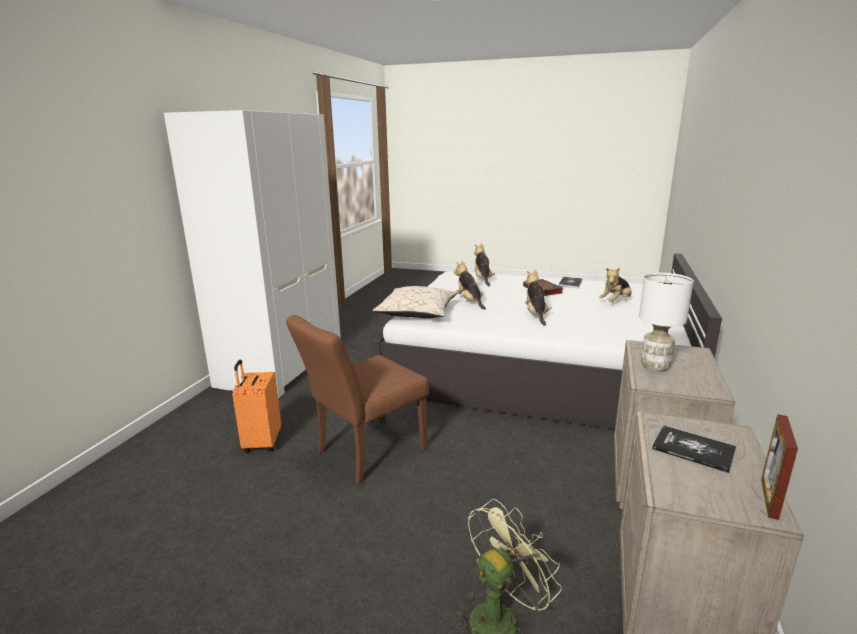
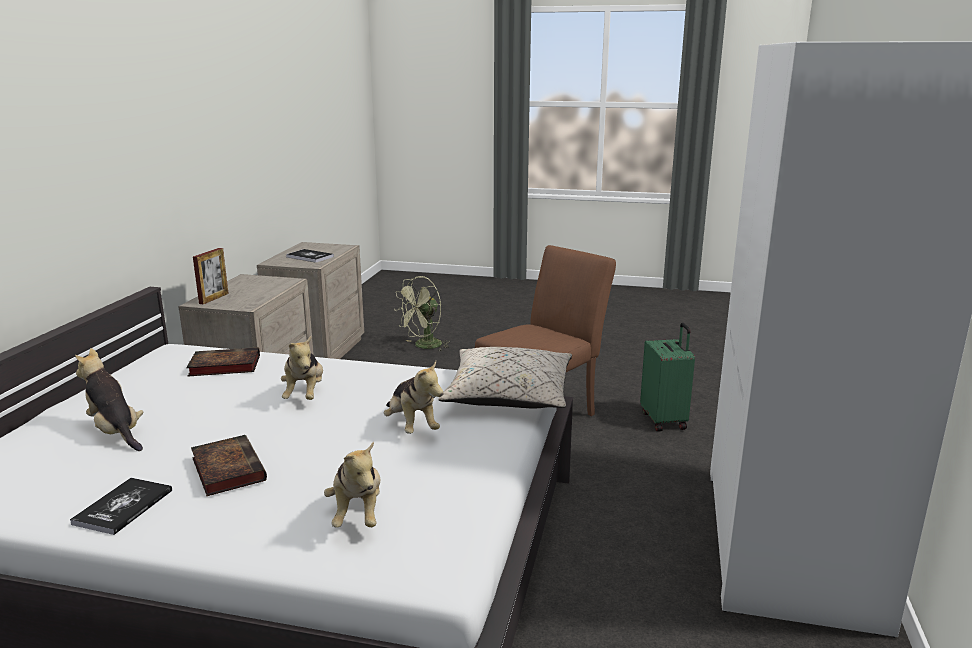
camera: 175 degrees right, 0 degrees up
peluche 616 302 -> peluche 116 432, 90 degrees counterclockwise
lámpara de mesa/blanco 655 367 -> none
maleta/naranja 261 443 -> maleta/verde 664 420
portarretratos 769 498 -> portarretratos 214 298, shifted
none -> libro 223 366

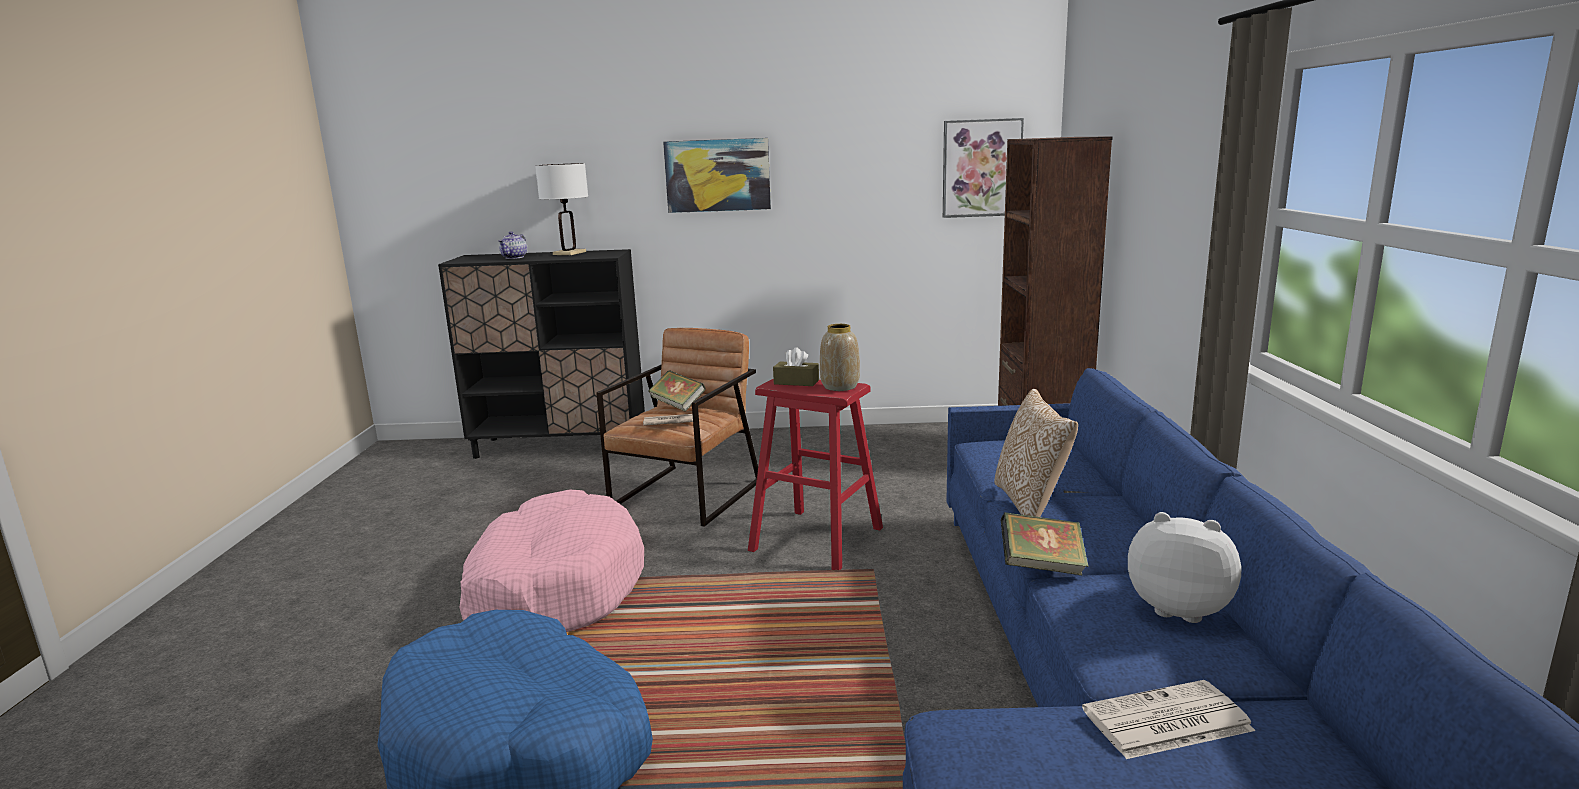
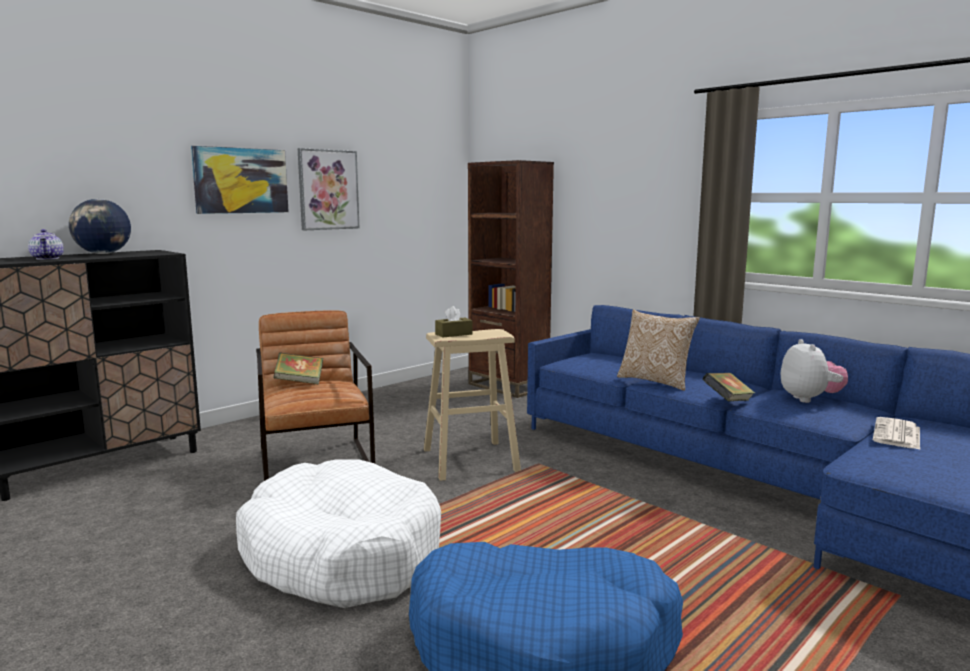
camera: 45 degrees left, 5 degrees down
cuadro 981 168 -> cuadro 328 190, shifted
lámpara de mesa/blanco 569 253 -> globo terráqueo 103 254
florero 839 387 -> none
taburete/rojo 817 539 -> taburete/beis 470 460
periódico 668 422 -> none
cama para perro/rosa 554 589 -> cama para perro/blanco 341 554
peluche 1179 608 -> peluche 810 399, 105 degrees clockwise

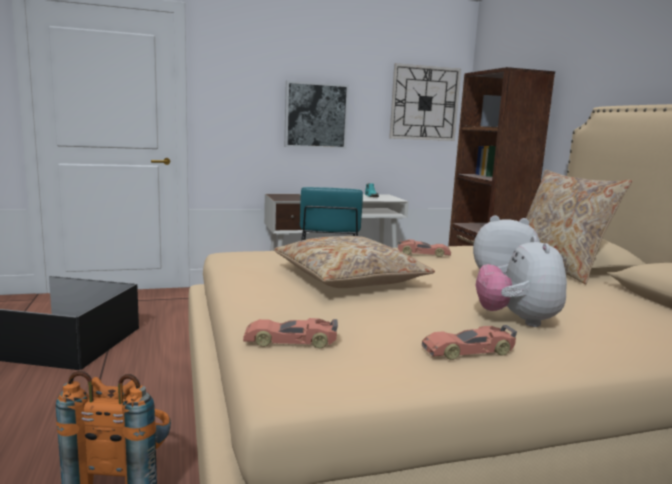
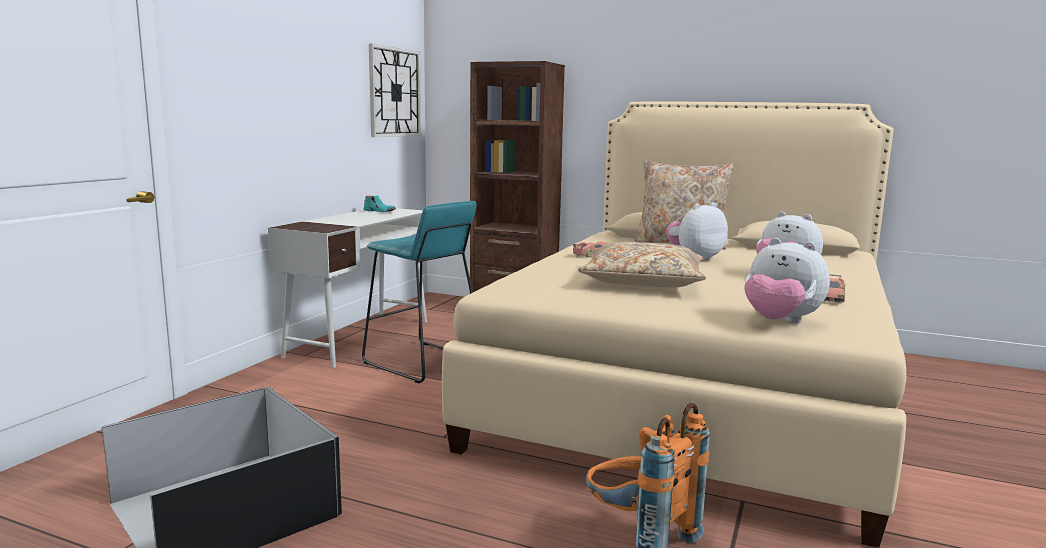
camera: 50 degrees left, 0 degrees up
cuadro 316 115 -> none
coche de juguete 291 341 -> peluche 780 322

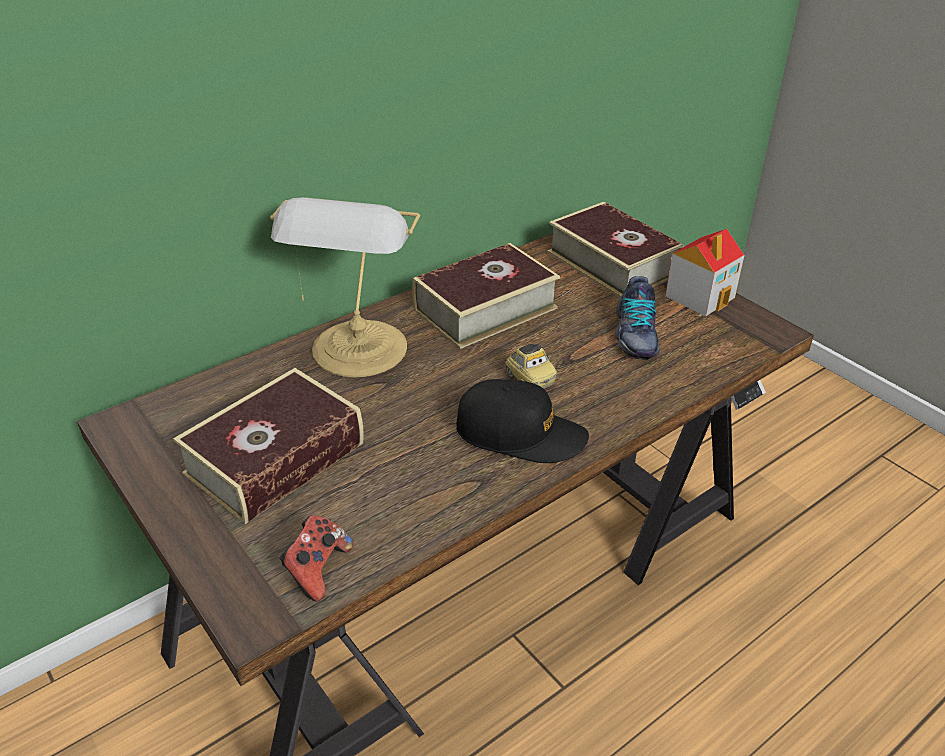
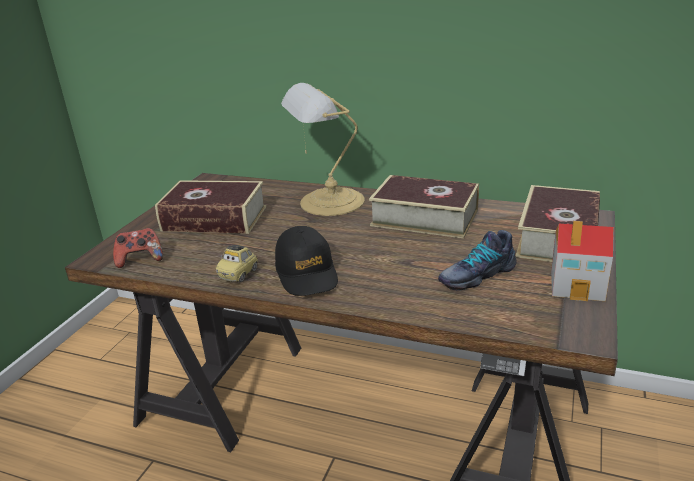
camera: 60 degrees right, 10 degrees down
coche de juguete 529 380 -> coche de juguete 239 274, shifted

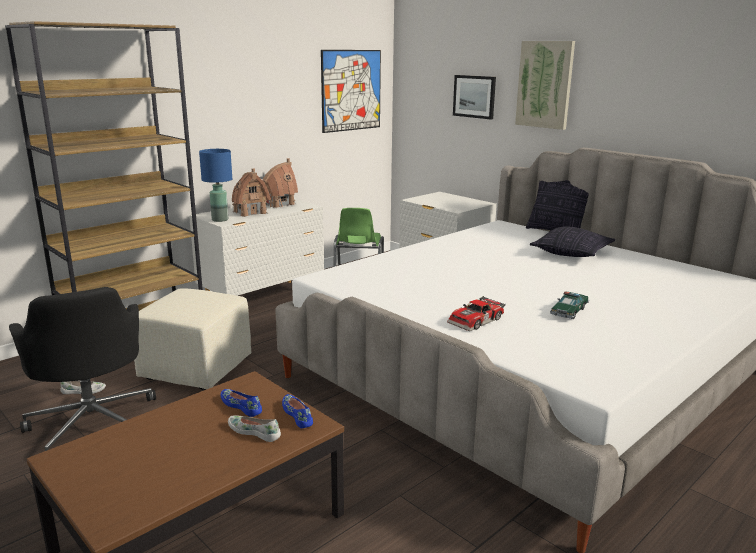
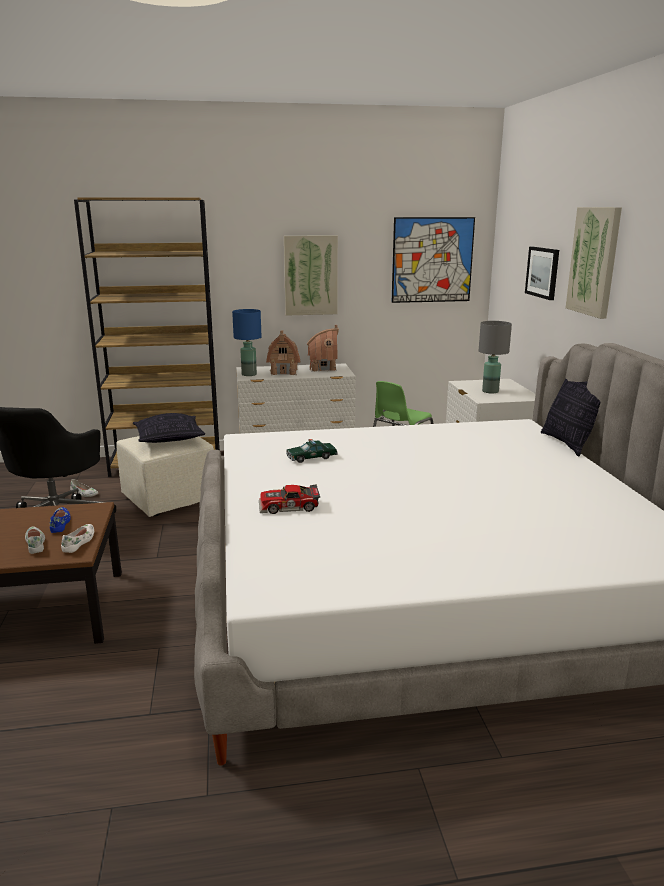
camera: 35 degrees right, 0 degrees up
cojín 571 253 -> cojín 169 439, shifted
coche de juguete 569 311 -> coche de juguete 311 457, shifted
zapato/azul 298 415 -> zapato/blanco 79 542
none -> cuadro 310 275
none -> lámpara de mesa/gris 490 391

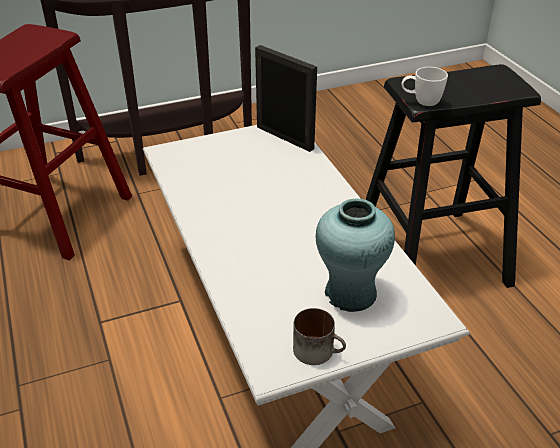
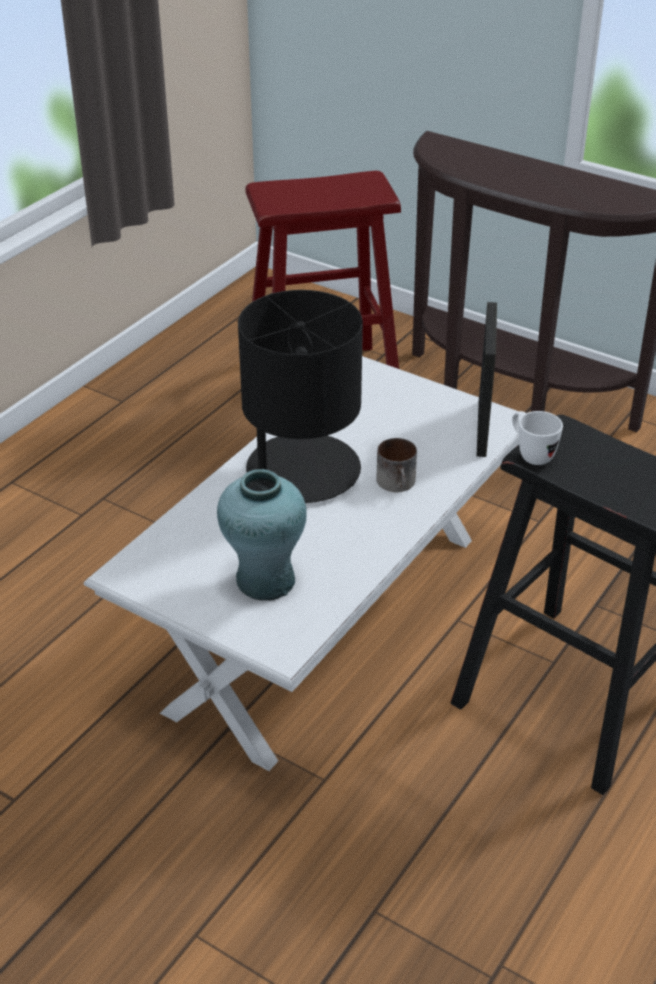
camera: 55 degrees right, 0 degrees up
taza grande 319 350 -> taza grande 398 483, shifted
none -> lámpara de mesa/negro 301 471

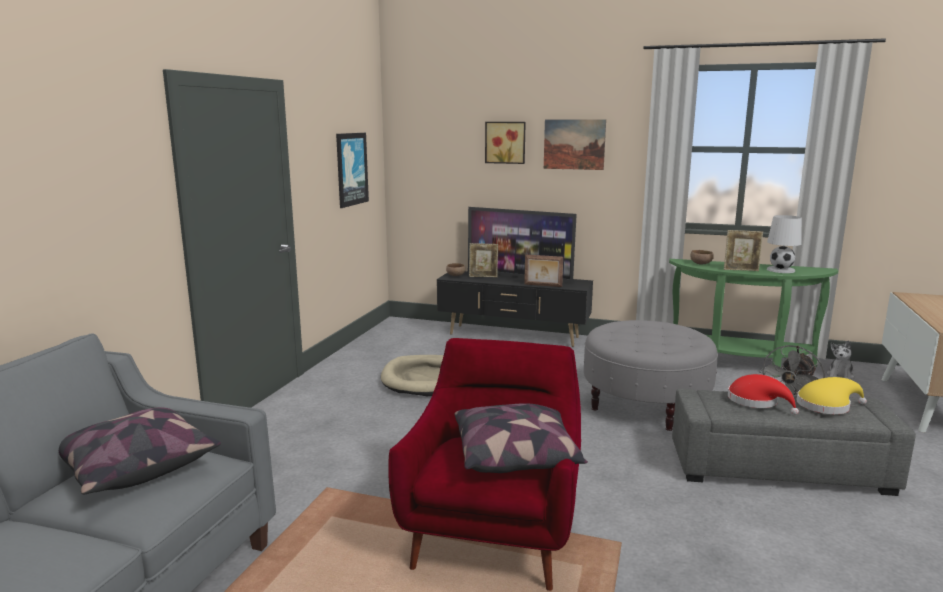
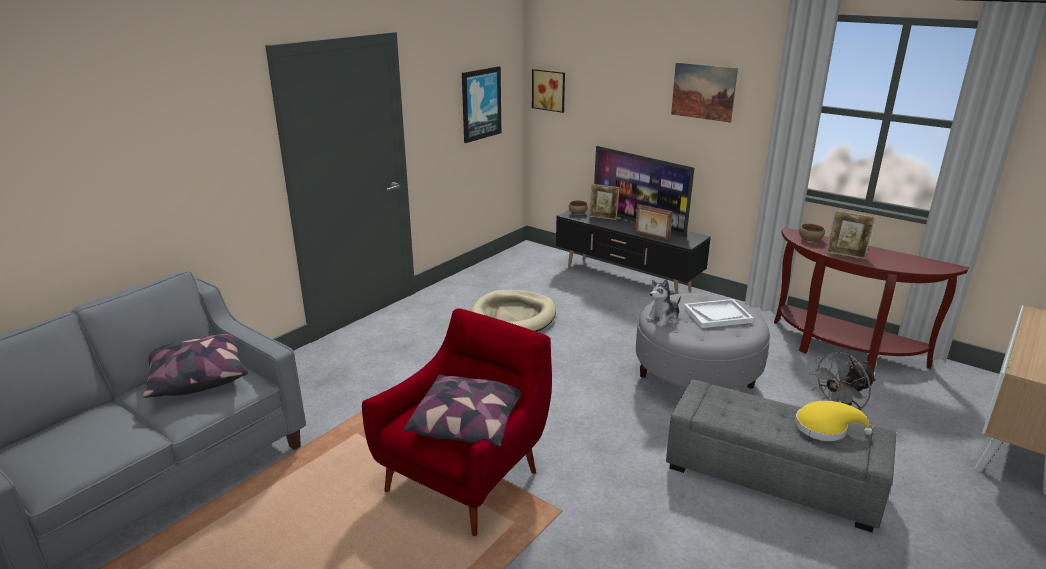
camera: 20 degrees right, 10 degrees up
cuadro 505 142 -> cuadro 549 90, shifted
lámpara de mesa/blanco 780 270 -> none
mesa consola/verde 741 364 -> mesa consola/marrón 842 351
peluche 840 376 -> peluche 663 319, shifted
sombrero/rojo 756 401 -> none
none -> bandeja/blanco 717 315

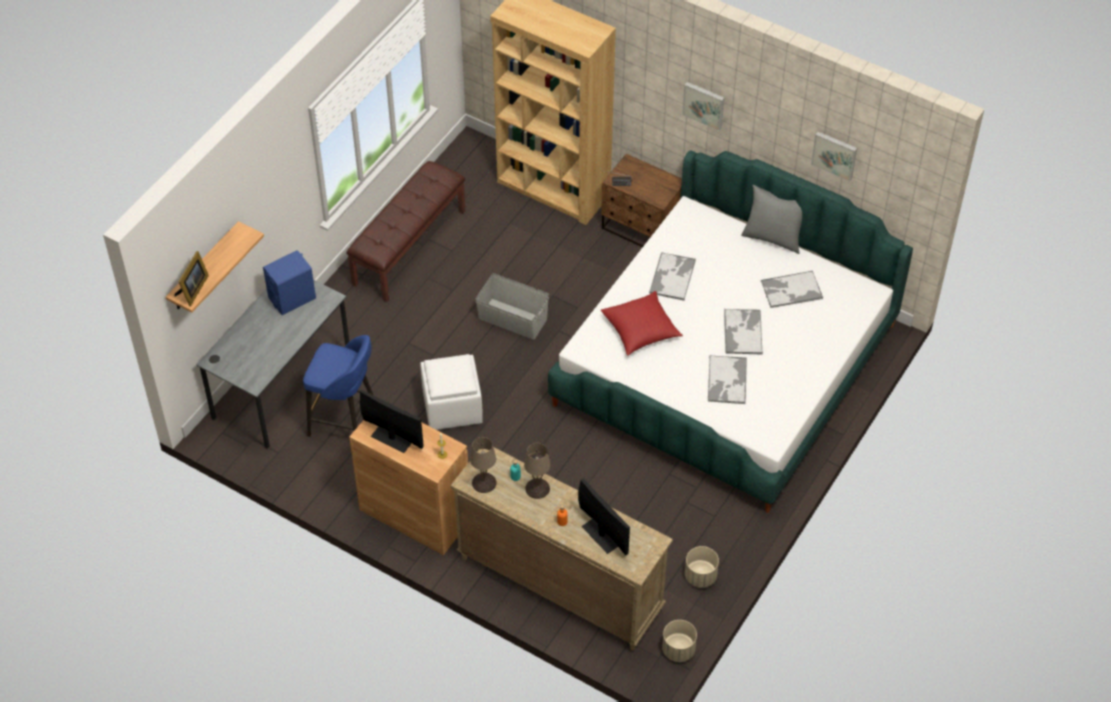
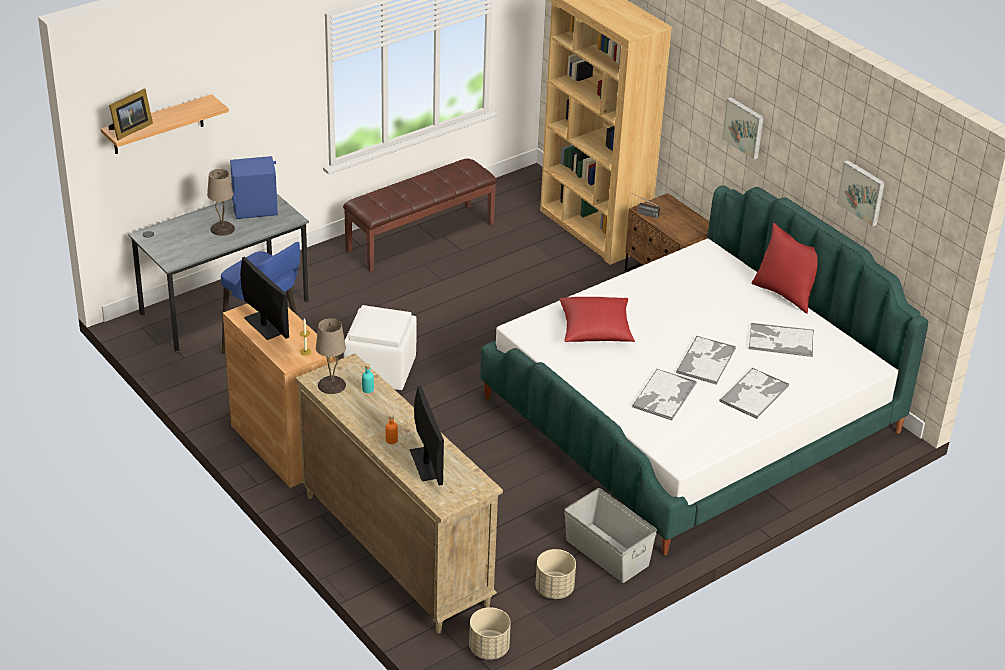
camera: 20 degrees right, 15 degrees down
cojín/gris 773 238 -> cojín/rojo 785 294
bandeja 672 276 -> bandeja 754 393, shifted
caja de almacenaje/gris 512 318 -> caja de almacenaje/gris 607 552, shifted
lámpara de mesa/beis 537 489 -> lámpara de mesa/beis 222 229, shifted

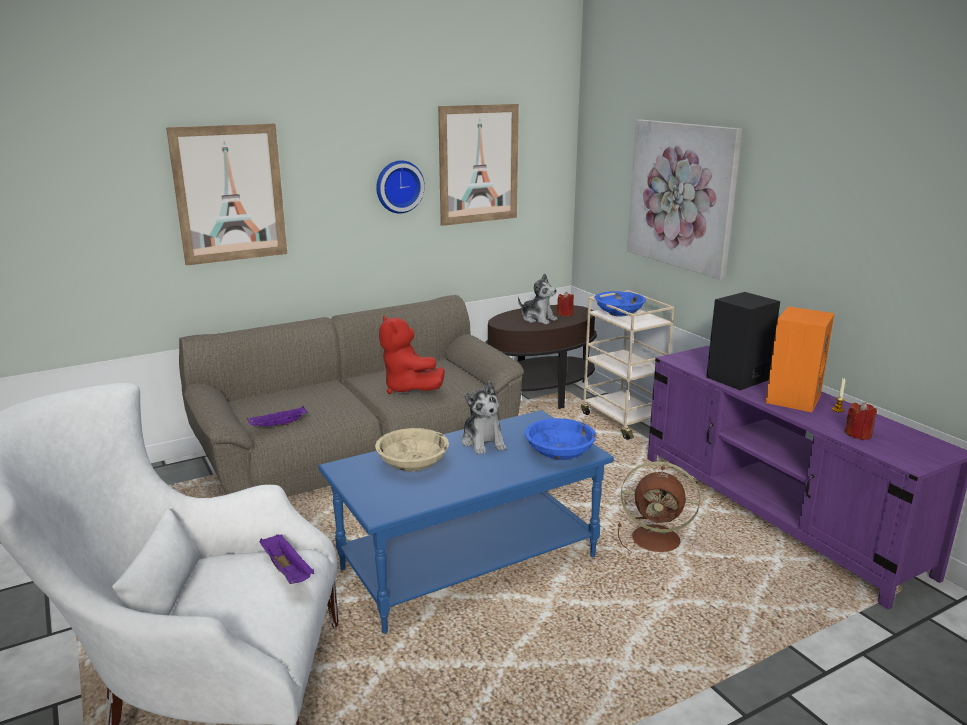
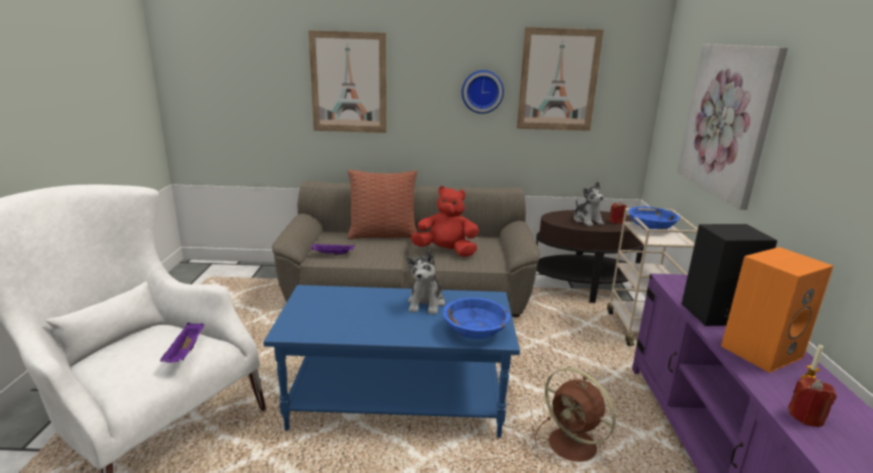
camera: 30 degrees right, 0 degrees up
peluche/rojo 408 388 -> peluche/rojo 446 252, 105 degrees clockwise
cuenco/beis 413 464 -> none
none -> cojín 383 235

